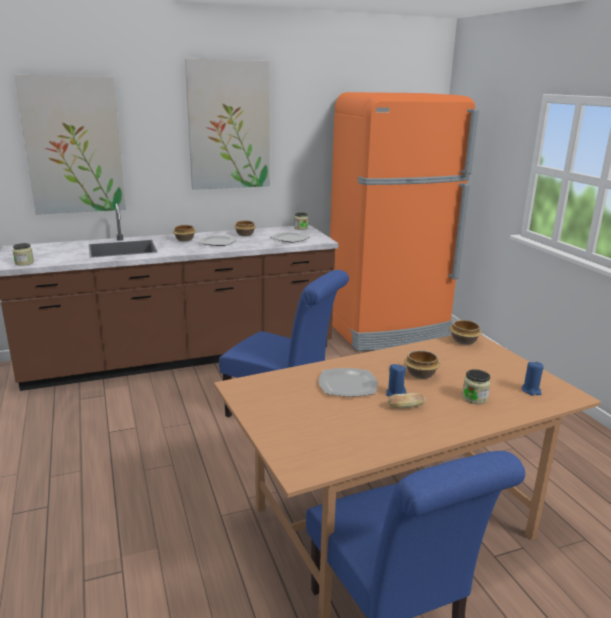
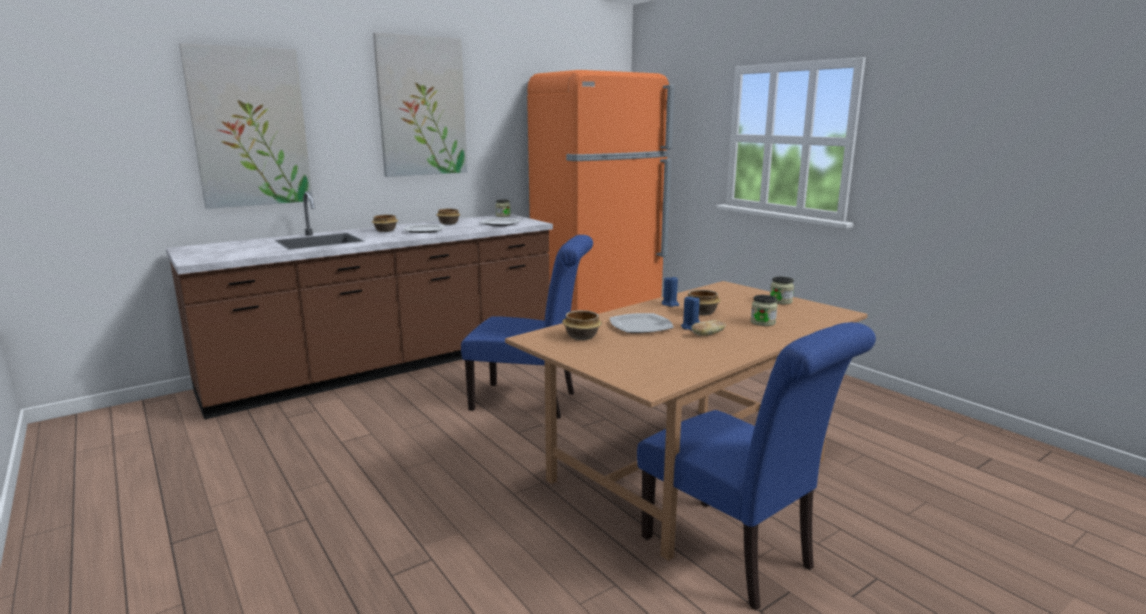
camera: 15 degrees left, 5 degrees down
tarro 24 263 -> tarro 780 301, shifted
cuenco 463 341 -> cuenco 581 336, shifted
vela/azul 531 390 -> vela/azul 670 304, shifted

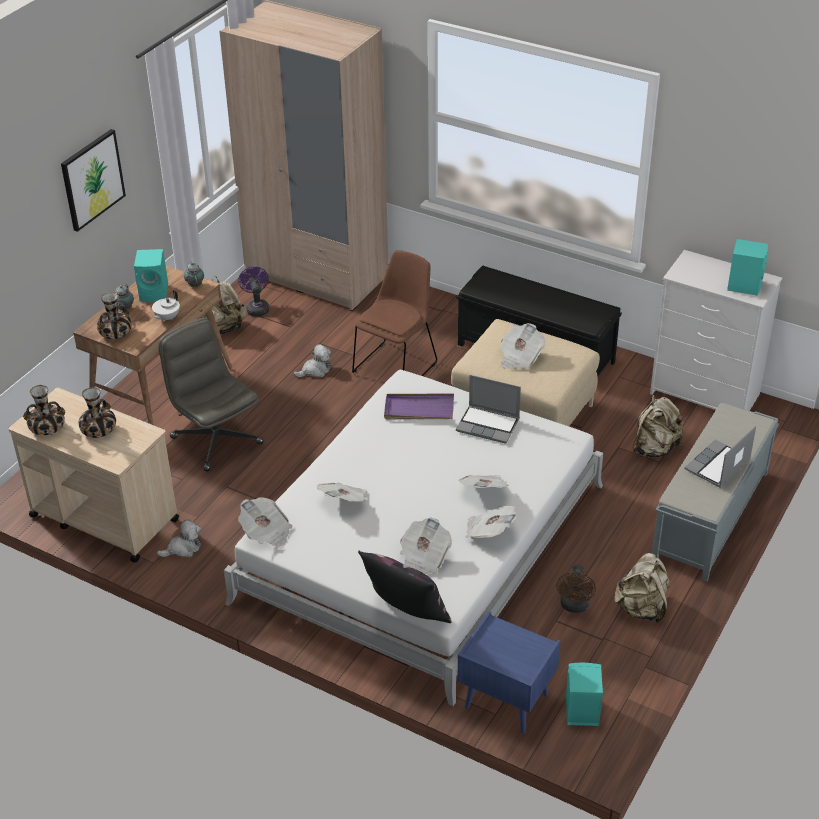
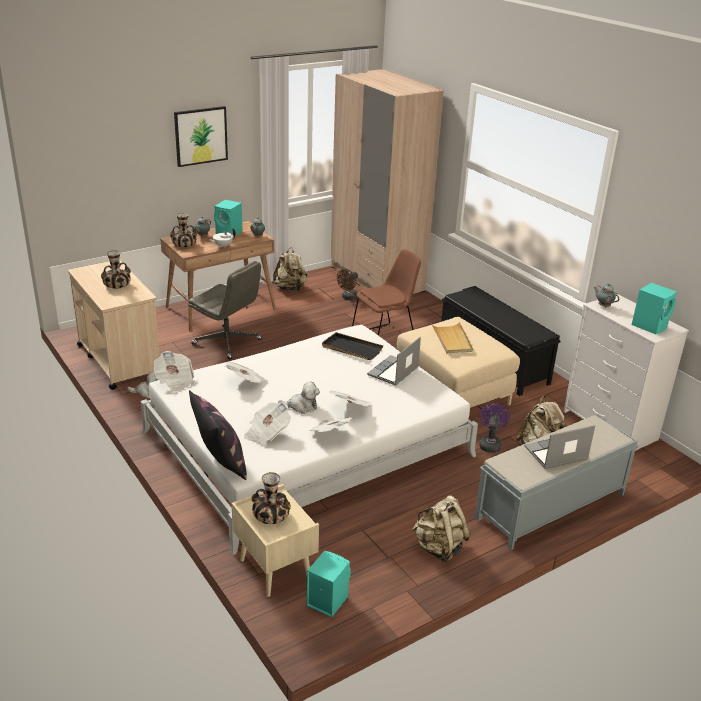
camera: 25 degrees right, 10 degrees down
ventilador/morado 257 307 -> ventilador/morado 490 444, shifted
silla de oficina/gris 216 440 -> silla de oficina/gris 228 342, 135 degrees clockwise
periódico 519 357 -> bandeja/beis 452 340
peluche 315 370 -> peluche 301 406, shifted
portátil 488 425 -> portátil 393 372, 75 degrees clockwise
florero 46 427 -> florero 270 516, shifted
bandeja/morado 419 409 -> bandeja/negro 351 348
ventilador/marrón 574 606 -> ventilador/marrón 348 298, shifted
mesita de noche/azul 505 701 -> mesita de noche/beis 274 568
none -> tetera 603 306

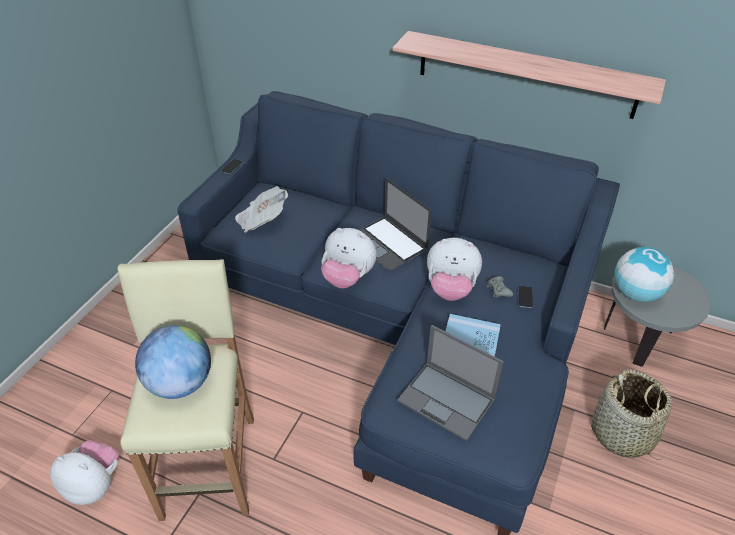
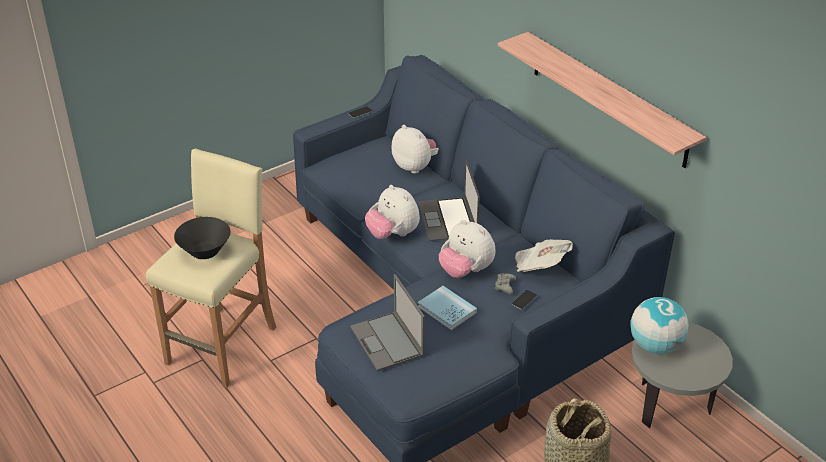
camera: 30 degrees right, 5 degrees down
periódico 262 220 -> periódico 540 265, shifted
globo terráqueo 180 383 -> cuenco/negro 205 251
peluche 94 485 -> peluche 416 166, shifted

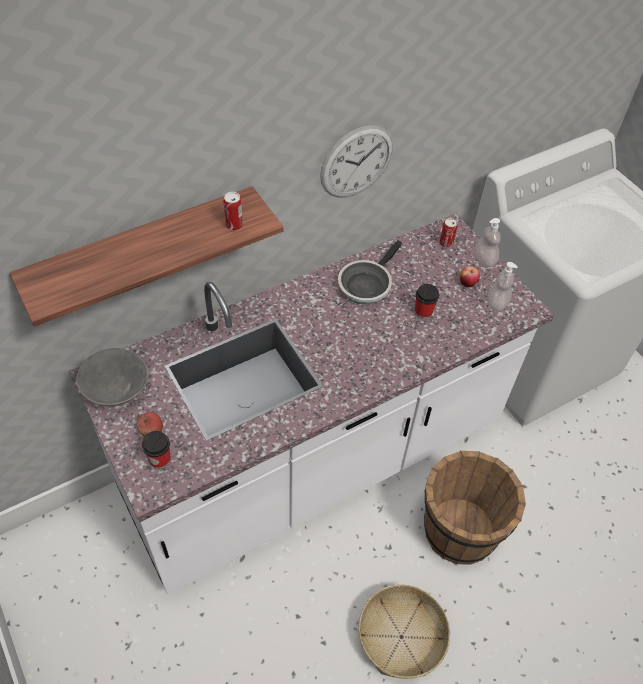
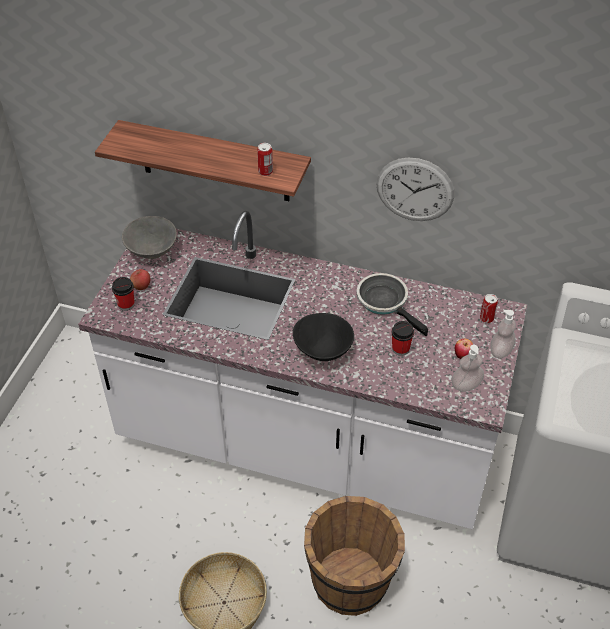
camera: 50 degrees right, 5 degrees down
sartén 366 284 -> sartén 385 302, 60 degrees clockwise
none -> cuenco/negro 322 350

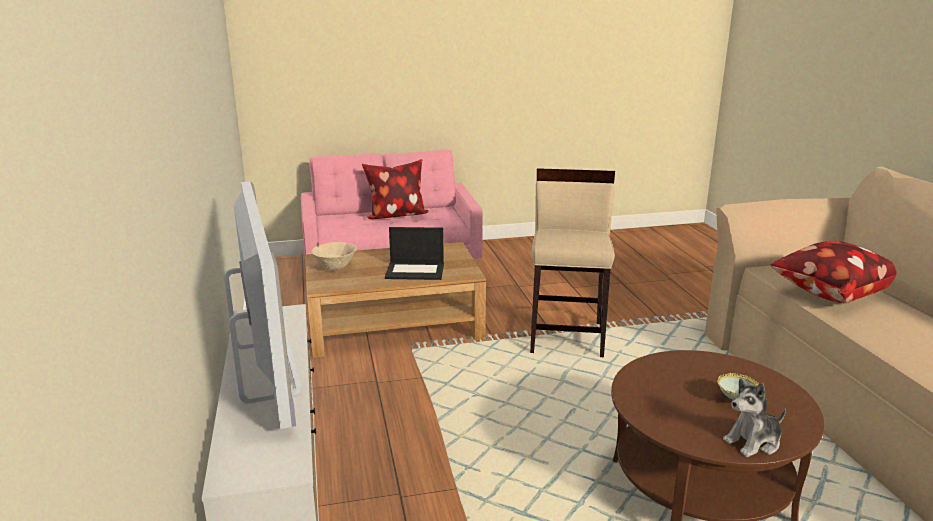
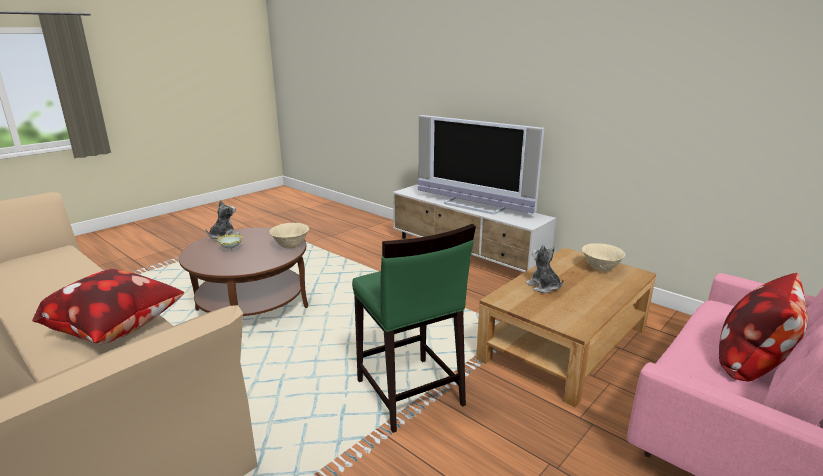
camera: 145 degrees right, 0 degrees up
taburete/beis 567 337 -> taburete/verde 409 393
portátil 415 271 -> peluche 543 287
none -> cuenco/beis 291 246

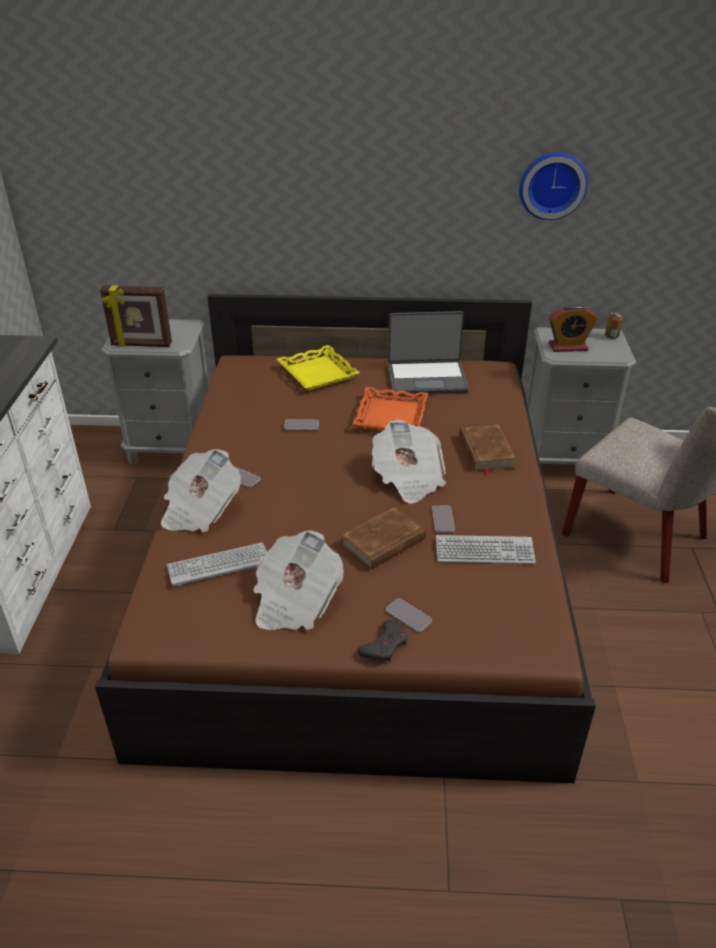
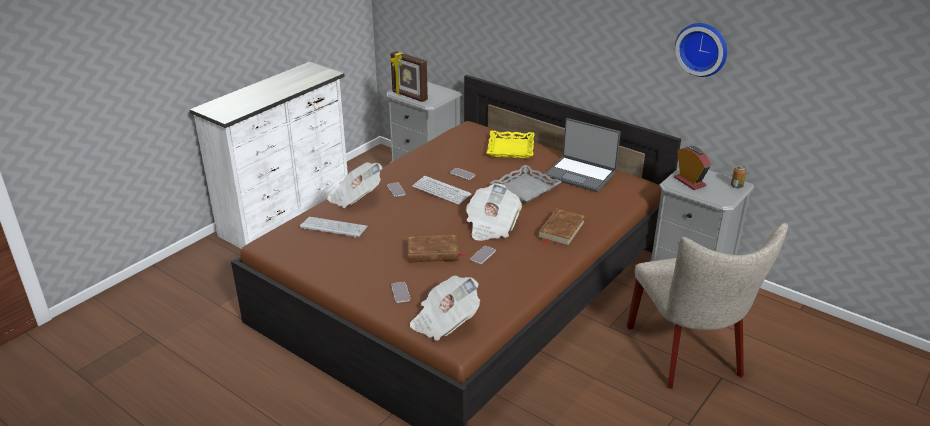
camera: 35 degrees right, 5 degrees down
despertador 568 347 -> despertador 689 182, 150 degrees counterclockwise
bandeja/naranja 391 416 -> bandeja/gris 525 188
periódico 295 601 -> periódico 444 322, shifted
teclado 484 551 -> teclado 441 191, shifted
mando de consola/gris 385 645 -> none

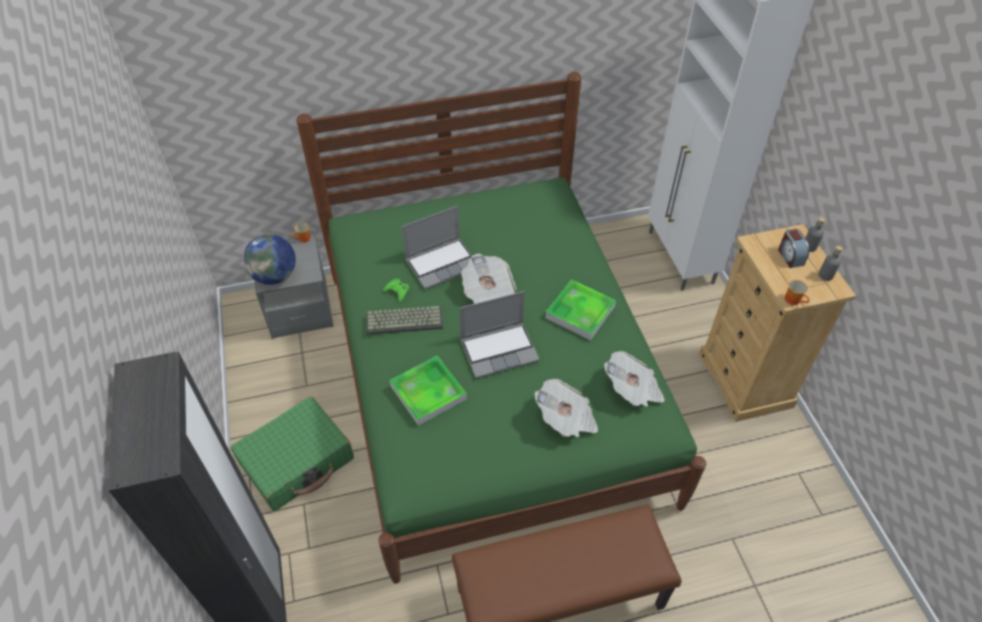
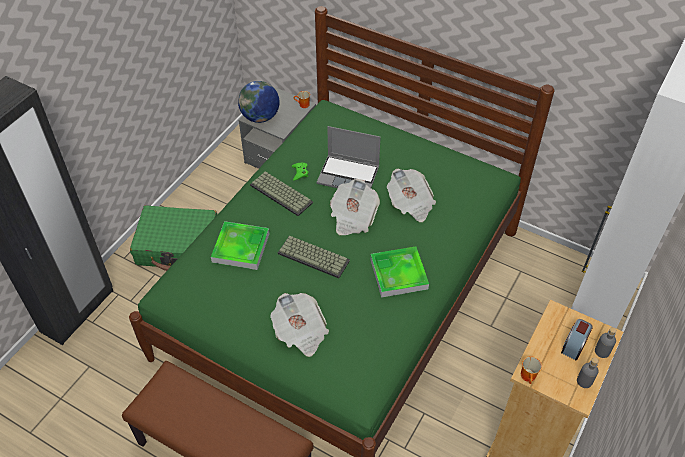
camera: 45 degrees right, 0 degrees up
portátil 500 350 -> teclado 314 256
periódico 633 390 -> periódico 410 204, shifted

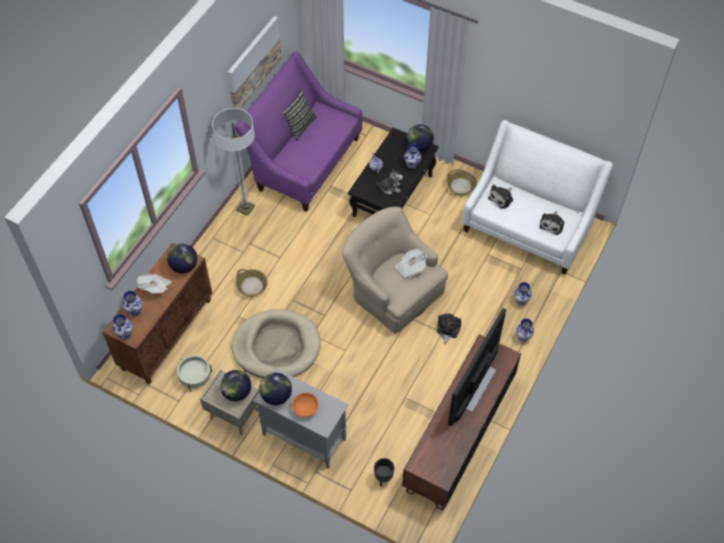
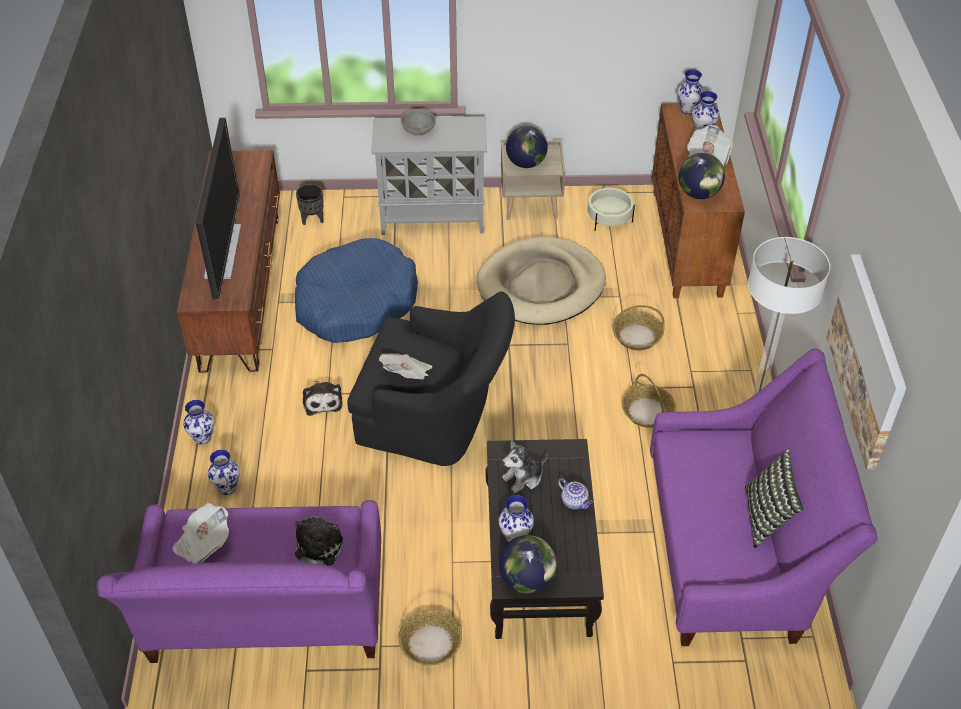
camera: 150 degrees right, 10 degrees down
sofá/blanco 528 227 -> sofá/morado 266 621
sillón/beis 392 290 -> sillón/negro 437 416
peluche 552 224 -> periódico 203 543
globo terráqueo 276 396 -> none
cuenco/naranja 305 408 -> cuenco/gris 419 130
none -> cama para perro/azul 355 303
none -> cesta 647 412

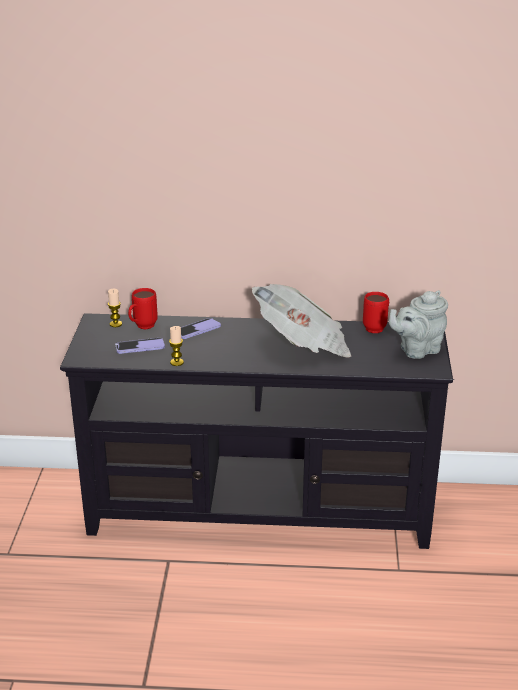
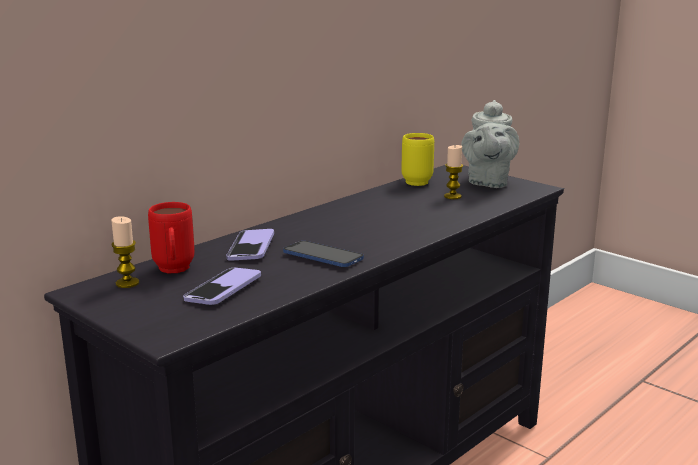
camera: 50 degrees left, 10 degrees down
periódico 303 344 -> none
taza grande/rojo 377 327 -> taza grande/amarillo 415 181
vela 177 362 -> vela 452 196, shifted
none -> móvil 323 256

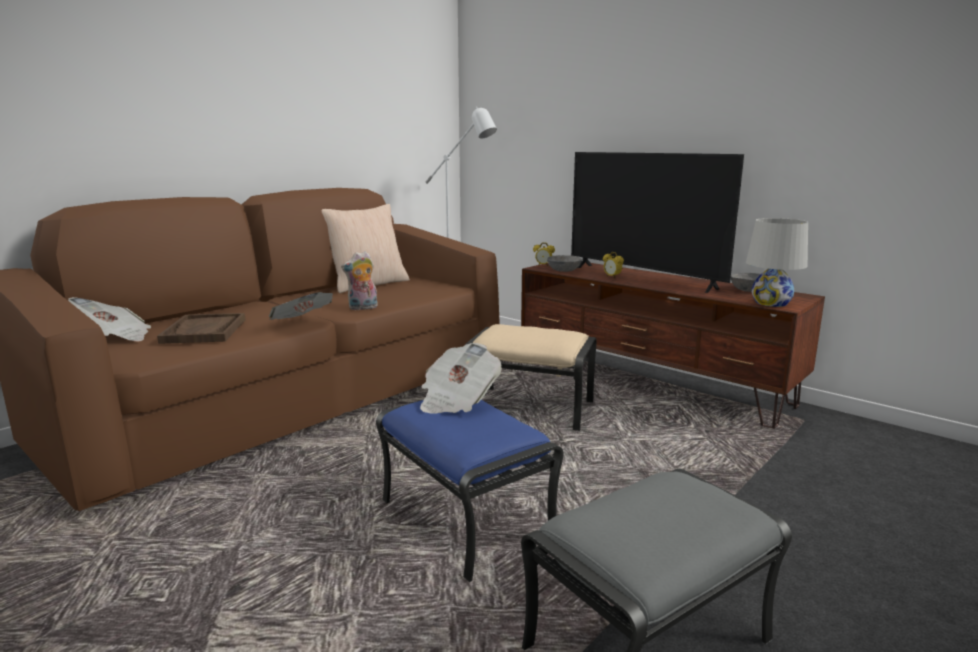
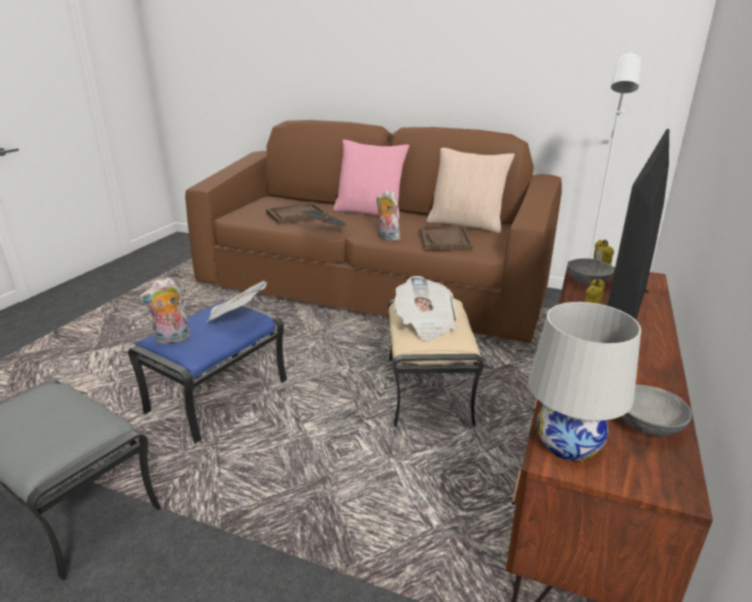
camera: 70 degrees right, 10 degrees up
periódico 113 337 -> periódico 425 324, shifted
none -> cojín/rosa 370 212
none -> bandeja/marrón 445 240
none -> peluche 171 339

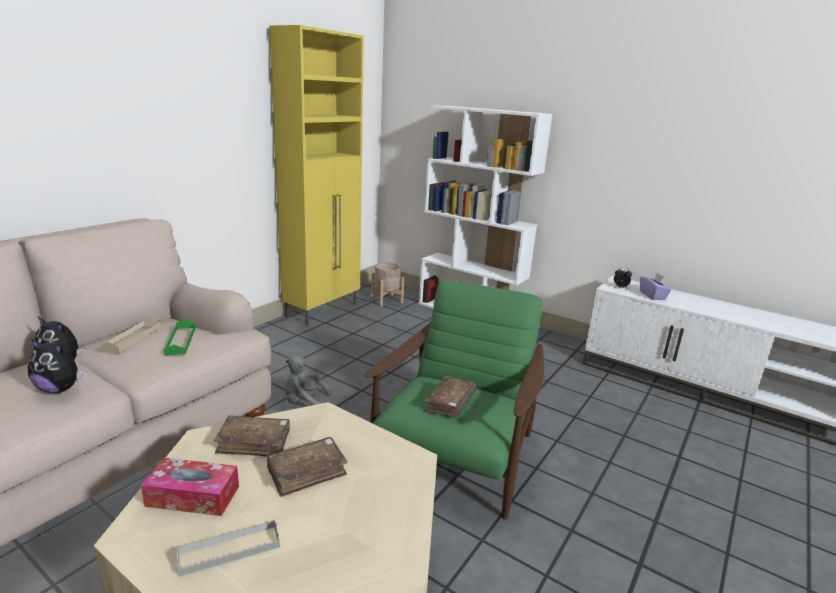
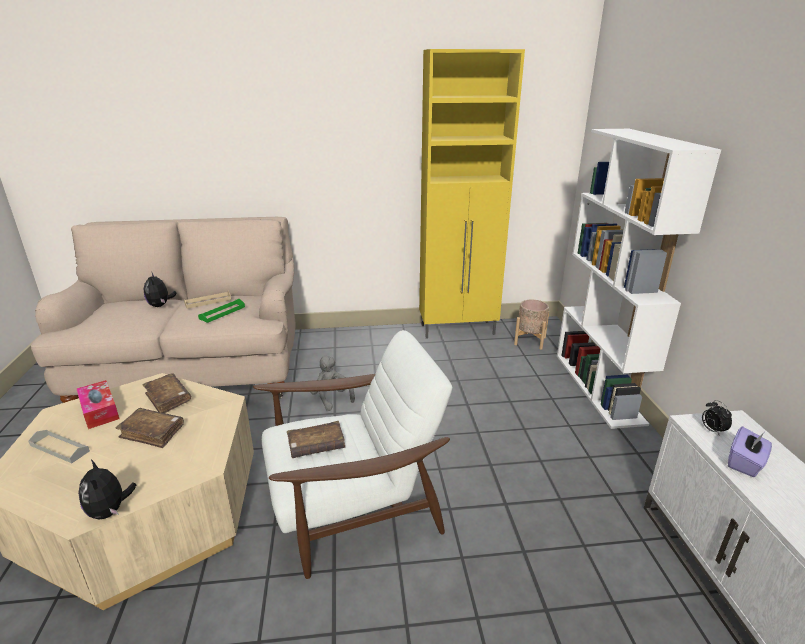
camera: 50 degrees right, 5 degrees up
sillón/verde 455 458 -> sillón/blanco 353 506
peluche 60 389 -> peluche 110 511, shifted

